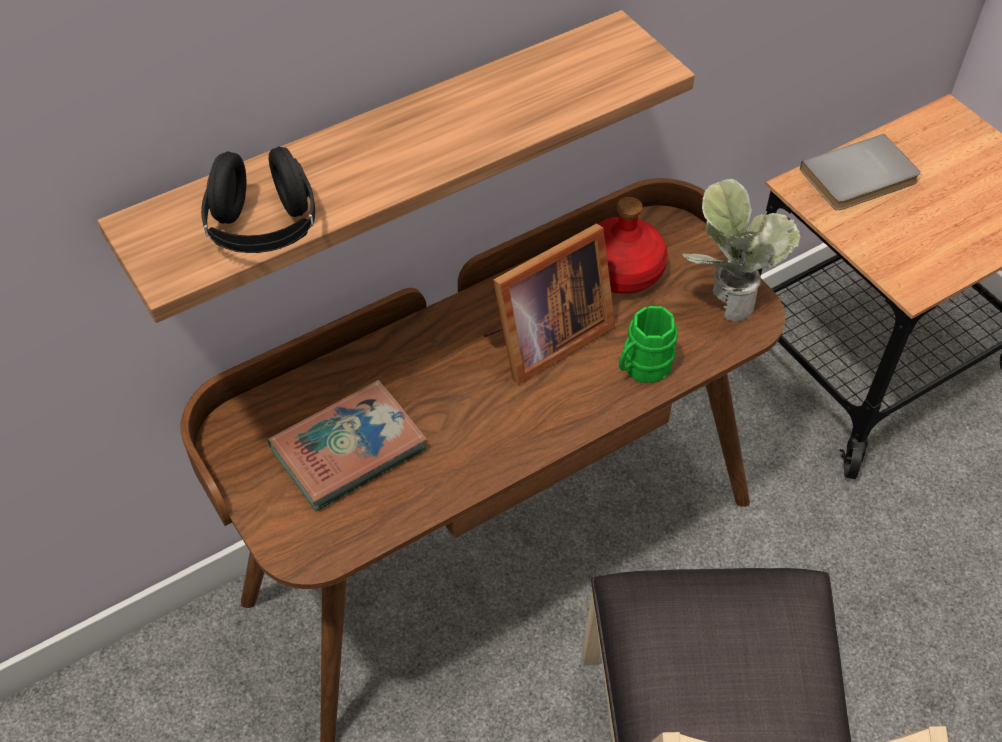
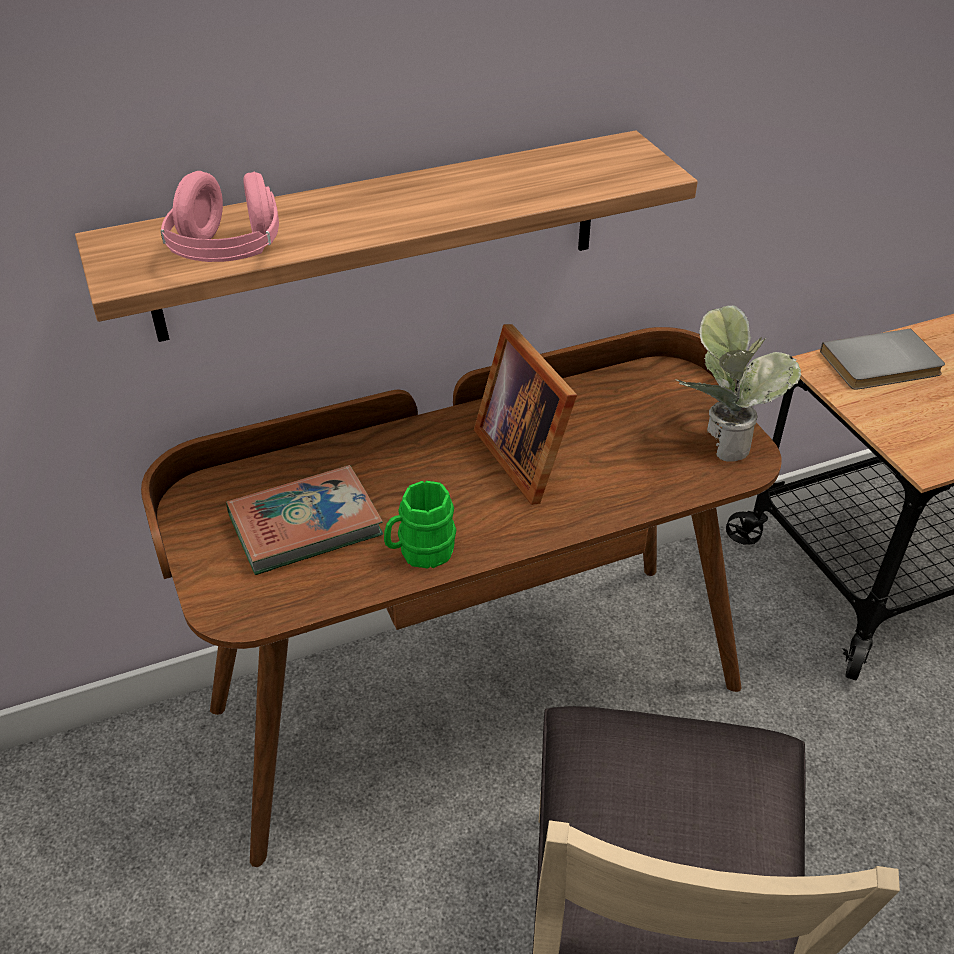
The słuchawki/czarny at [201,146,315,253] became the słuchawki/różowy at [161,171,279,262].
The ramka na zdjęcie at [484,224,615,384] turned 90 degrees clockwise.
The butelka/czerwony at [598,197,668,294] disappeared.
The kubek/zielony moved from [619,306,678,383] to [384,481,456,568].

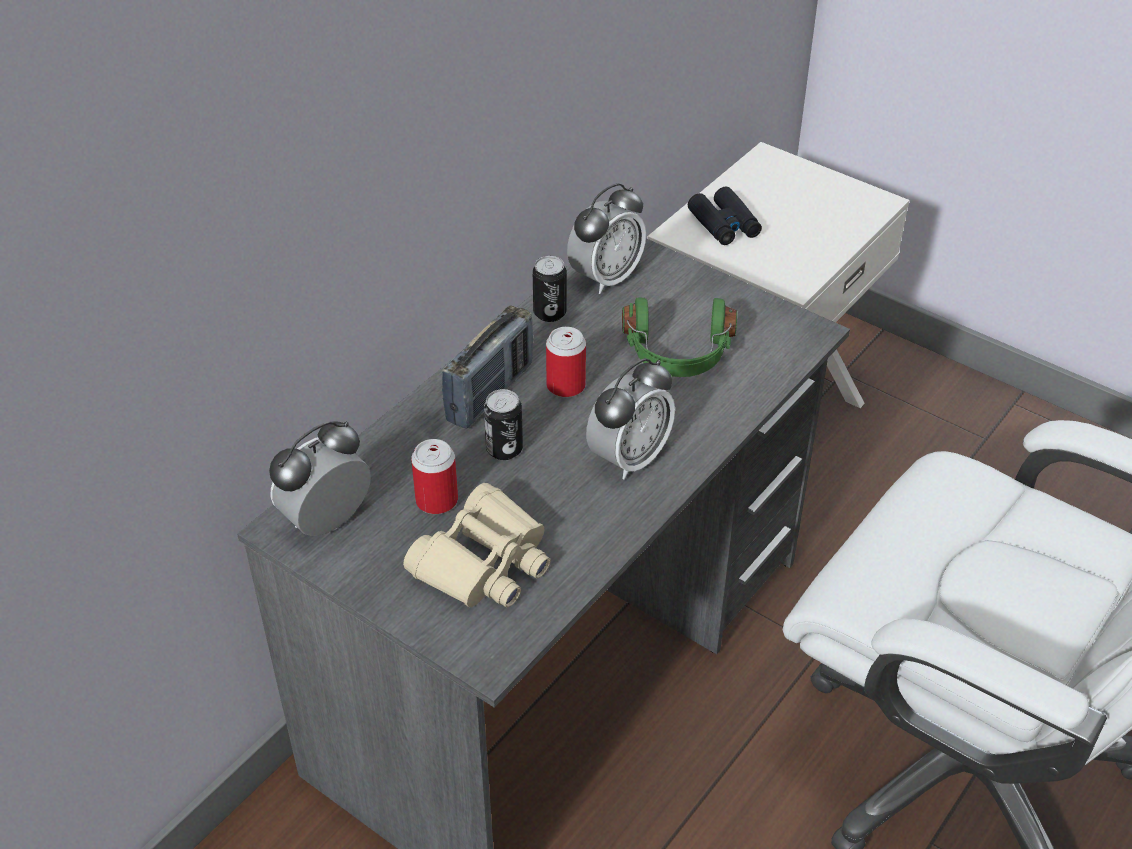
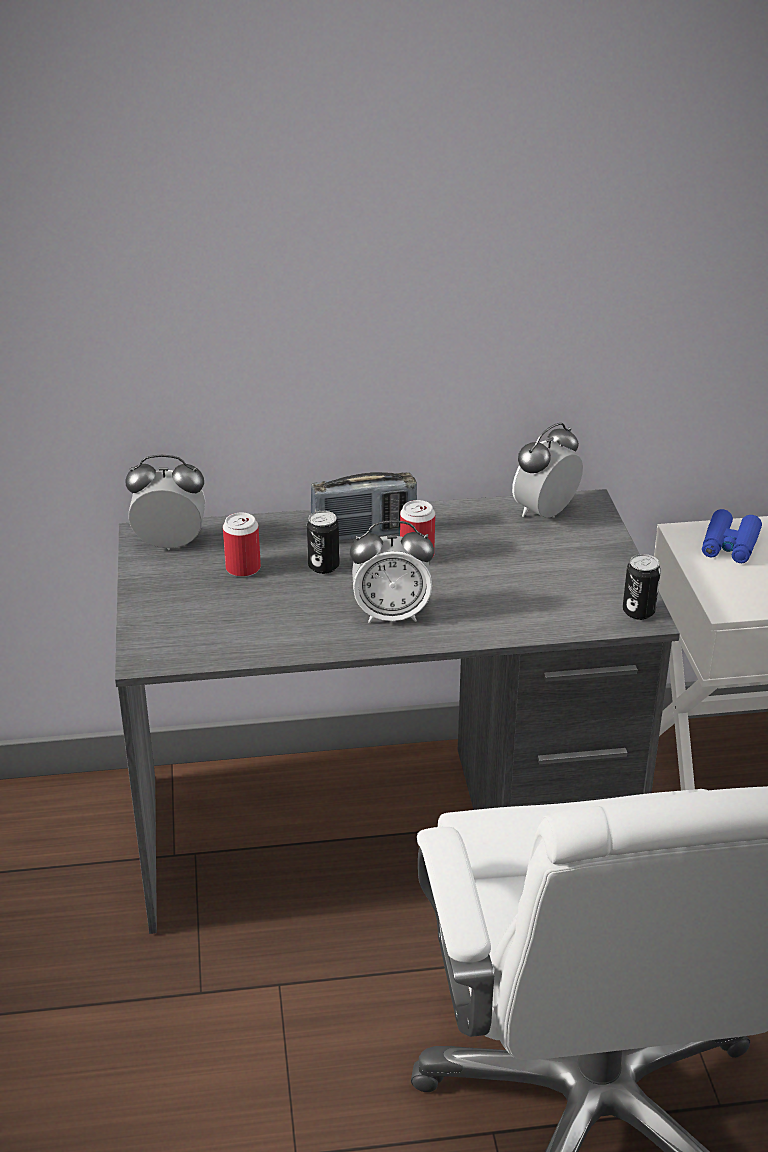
The lornetka/beżowy at [403,483,551,608] disappeared.
The puszka moved from [532,256,567,322] to [623,554,661,620].
The budzik at [567,183,646,294] turned 135 degrees clockwise.
The słuchawki/zielony at [622,297,737,377] disappeared.
The lornetka/czarny at [688,186,762,245] became the lornetka/niebieski at [702,509,762,563].

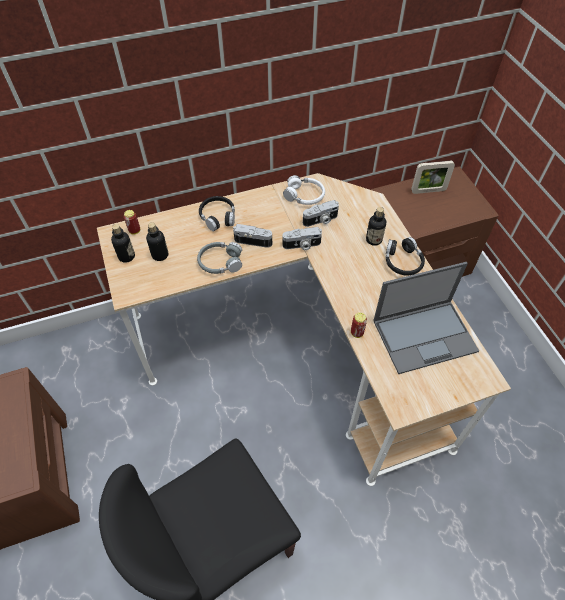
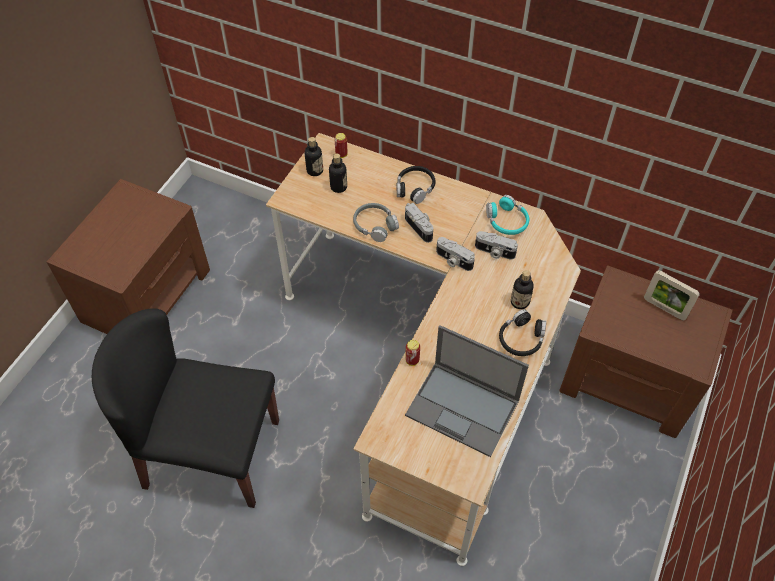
The słuchawki/biały at [283,175,325,205] became the słuchawki/turkusowy at [486,195,529,235].

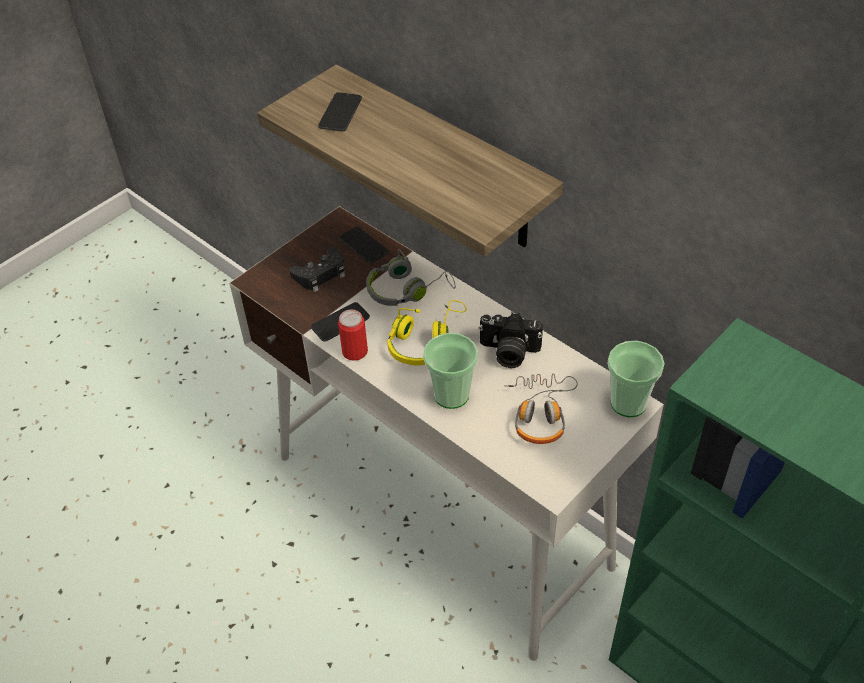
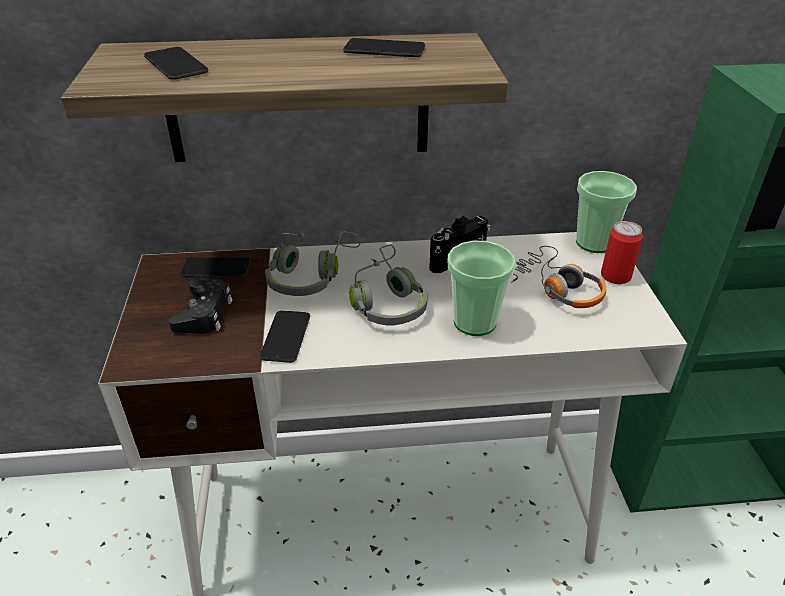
The puszka moved from [338,310,368,361] to [601,221,643,284].
The słuchawki/żółty at [387,300,467,365] became the słuchawki/szary at [349,244,428,326].
The telefon at [343,38,425,57] appeared.

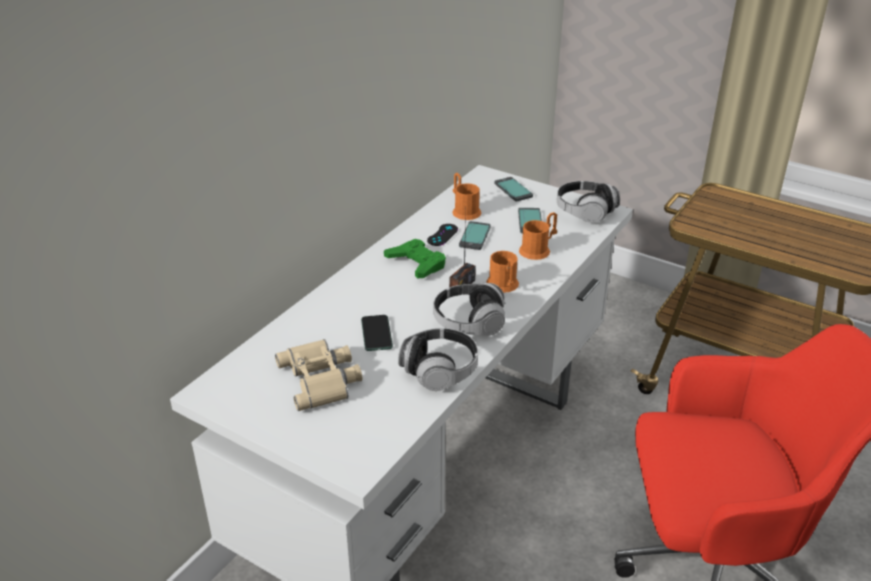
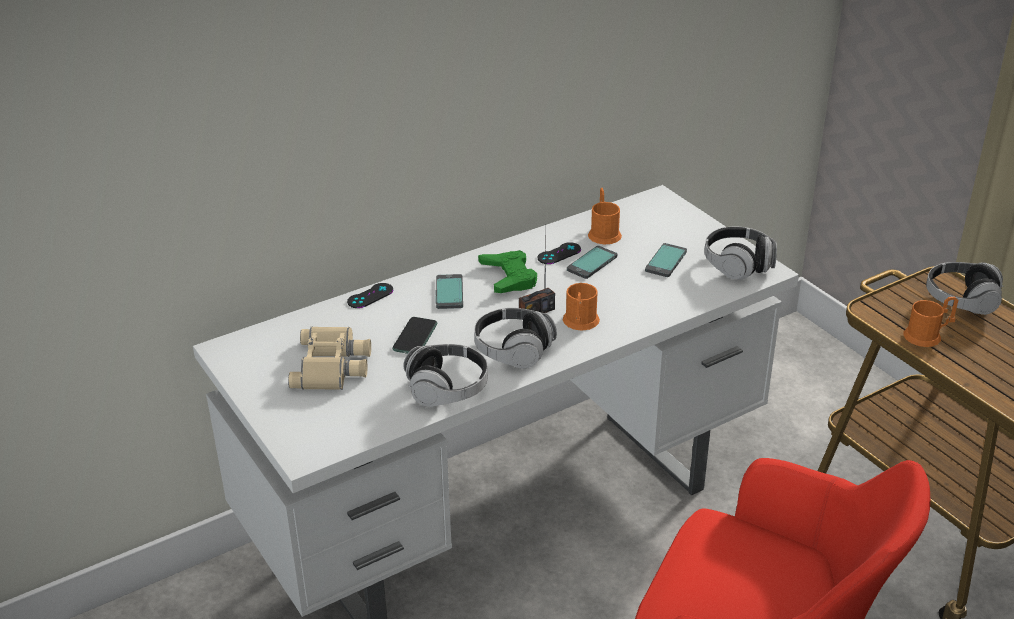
The telefon moved from [494,177,533,201] to [435,274,463,309].
The kubek/pomarańczowy moved from [519,212,557,260] to [903,297,958,347].
The pad do gier/czarny at [347,283,393,308] appeared.
The słuchawki at [926,262,1004,315] appeared.

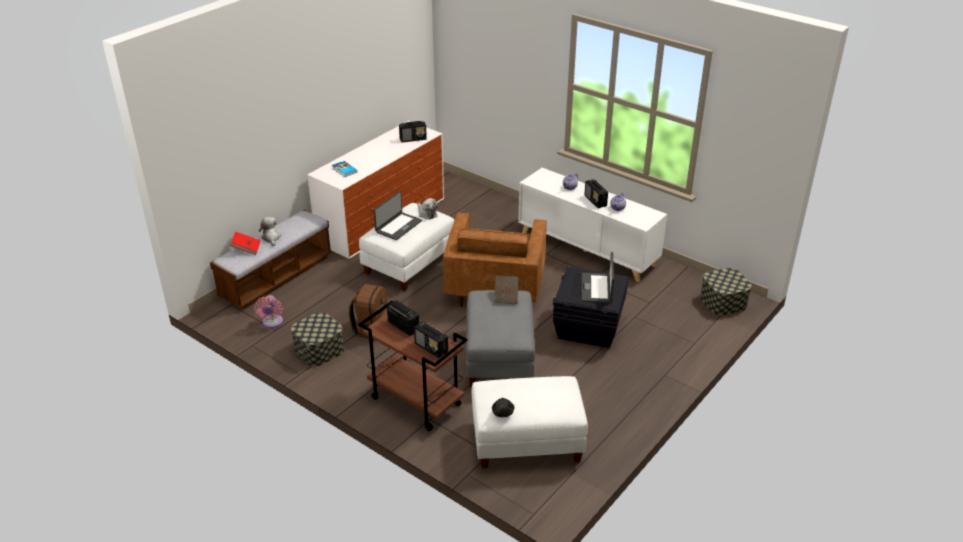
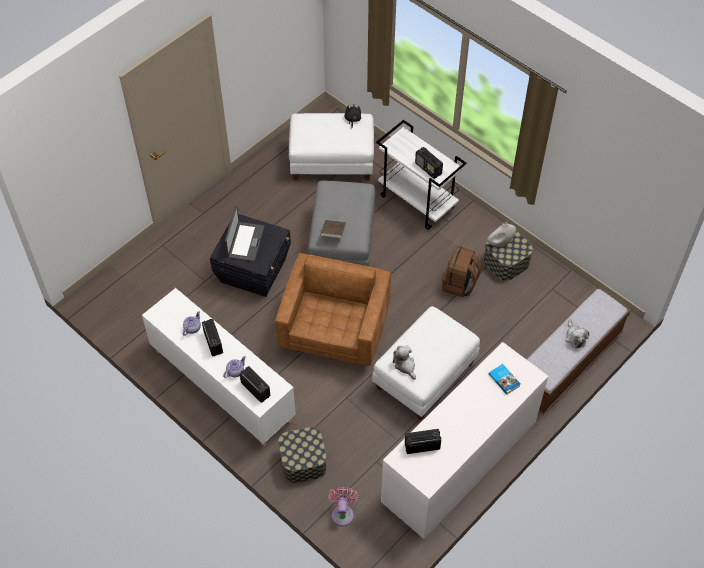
The książka/czerwony at [230,232,261,255] disappeared.
The wentylator/różowy moved from [254,295,283,328] to [328,487,358,526].
The wózek/brązowy at [358,301,468,431] became the wózek/biały at [376,120,467,230].
The laptop at [374,191,422,240] disappeared.
The radio moved from [414,322,448,358] to [240,366,271,403].
The pojemnik do przechowywania moved from [700,268,752,316] to [278,427,326,483].
The wazon/biały at [487,222,516,247] appeared.

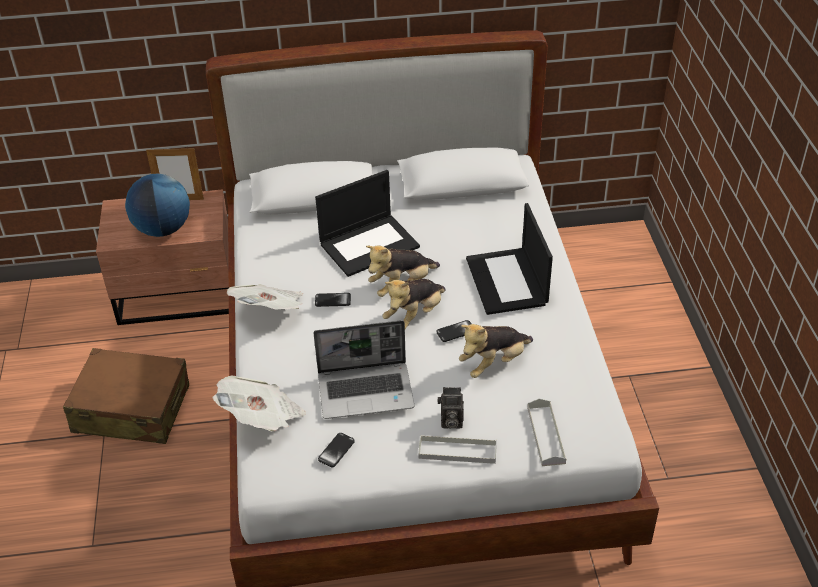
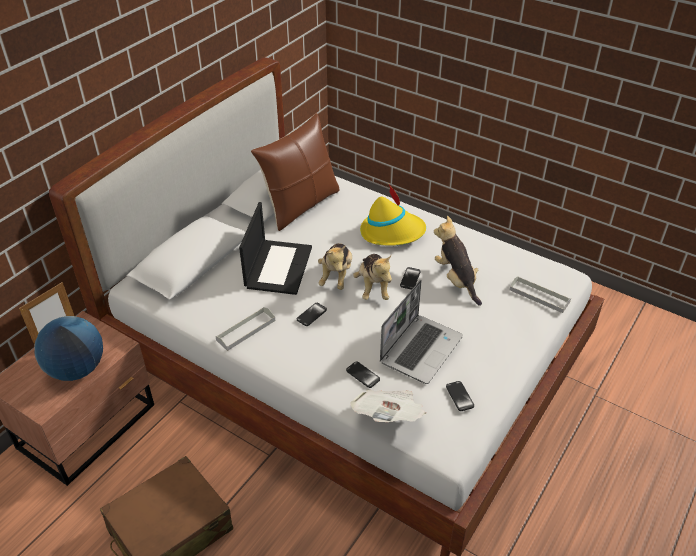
The gazeta at [227,284,303,310] disappeared.
The taca/szary moved from [418,436,497,464] to [215,307,275,351].
The aparat fotograficzny at [437,387,464,428] disappeared.
The pluszak at [459,324,533,378] turned 150 degrees clockwise.
The laptop at [466,203,553,315] was replaced by the kapelusz/żółty at [360,184,426,246].
The poduszka/brązowy at [251,113,340,231] appeared.
The telefon at [346,361,380,388] appeared.

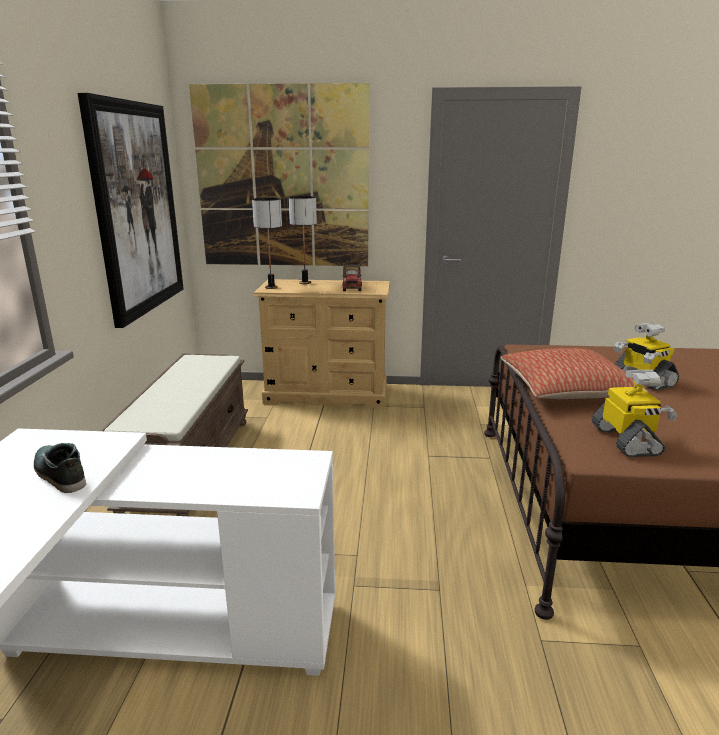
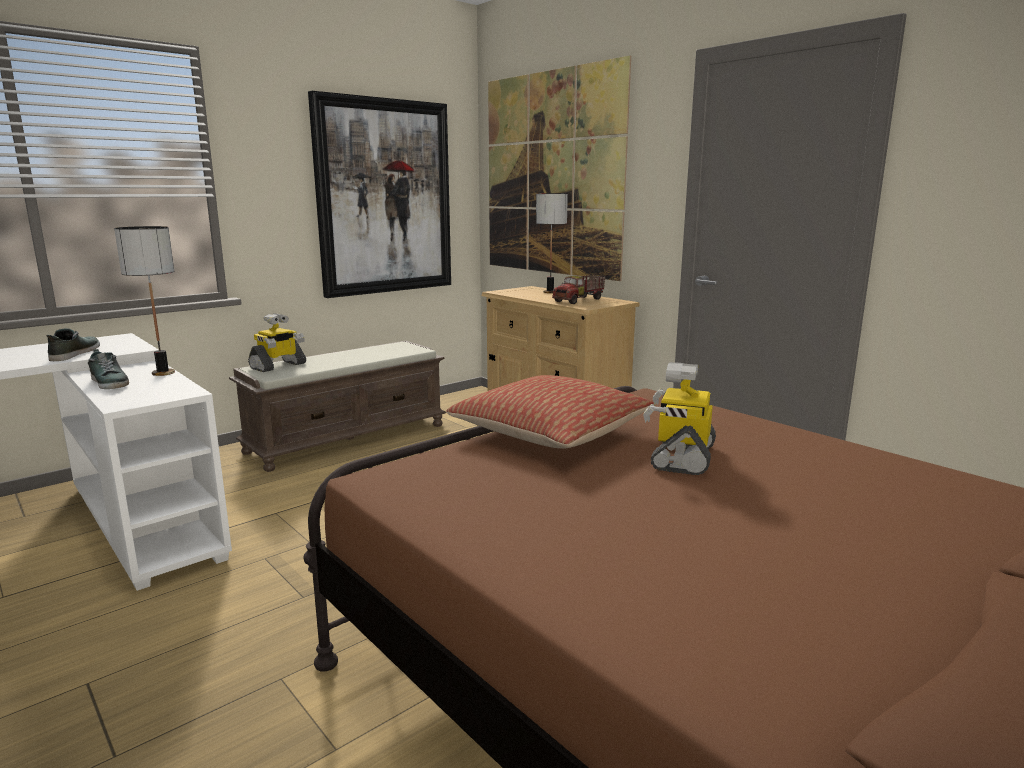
The lampa stołowa moved from [252,198,282,289] to [114,226,175,376].
The robot zabawkowy moved from [592,370,678,457] to [248,313,306,372].
The but at [88,349,129,389] appeared.

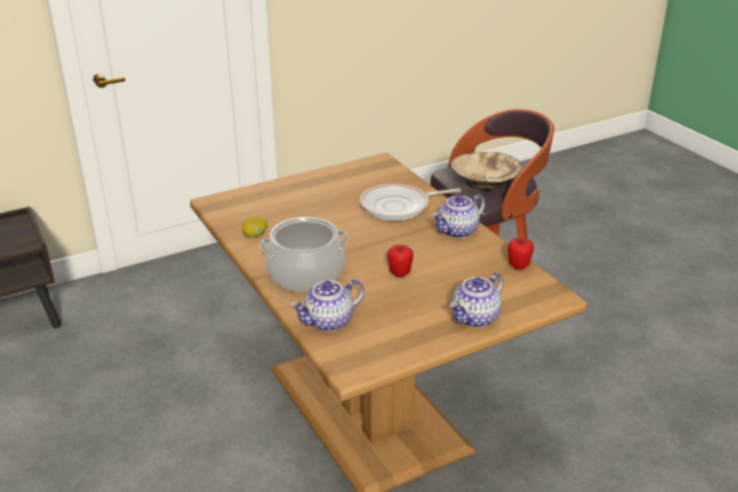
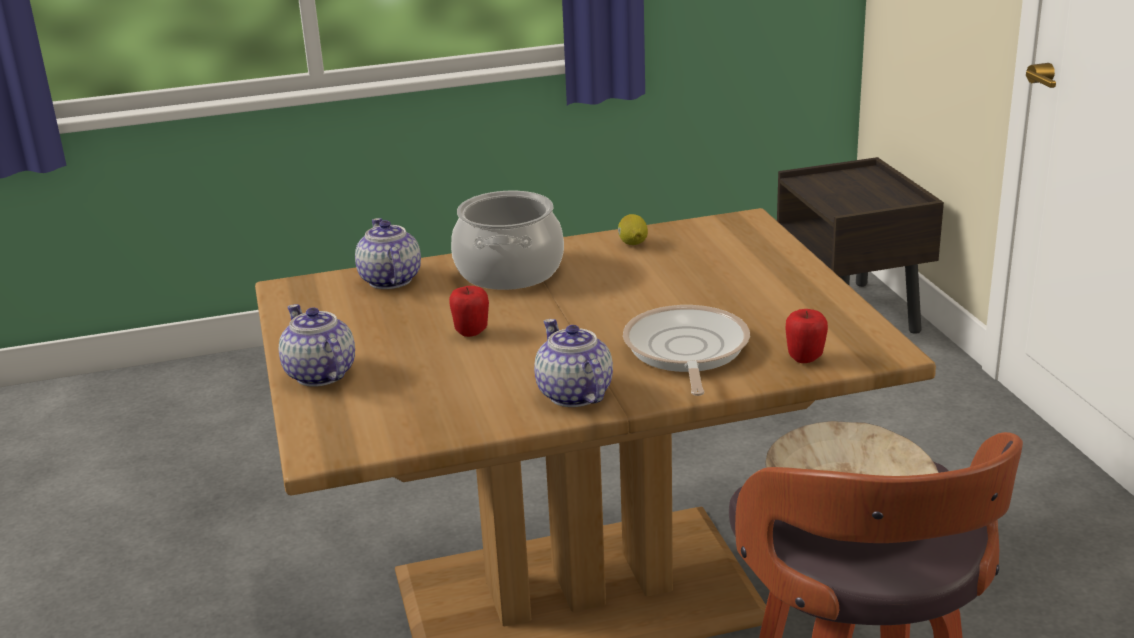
The jabłko moved from [508,238,534,270] to [785,309,828,363].

